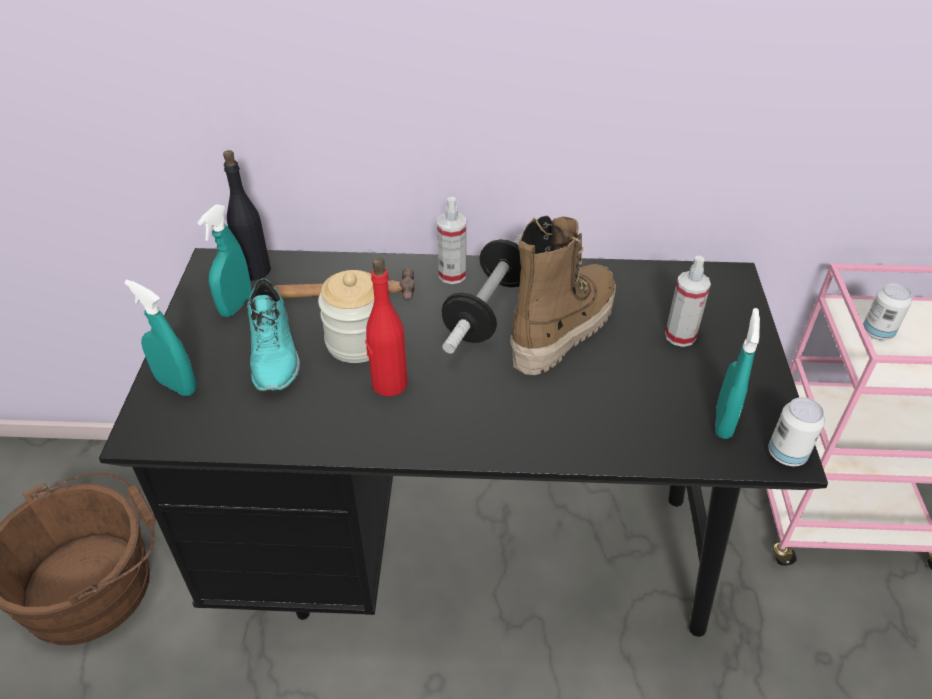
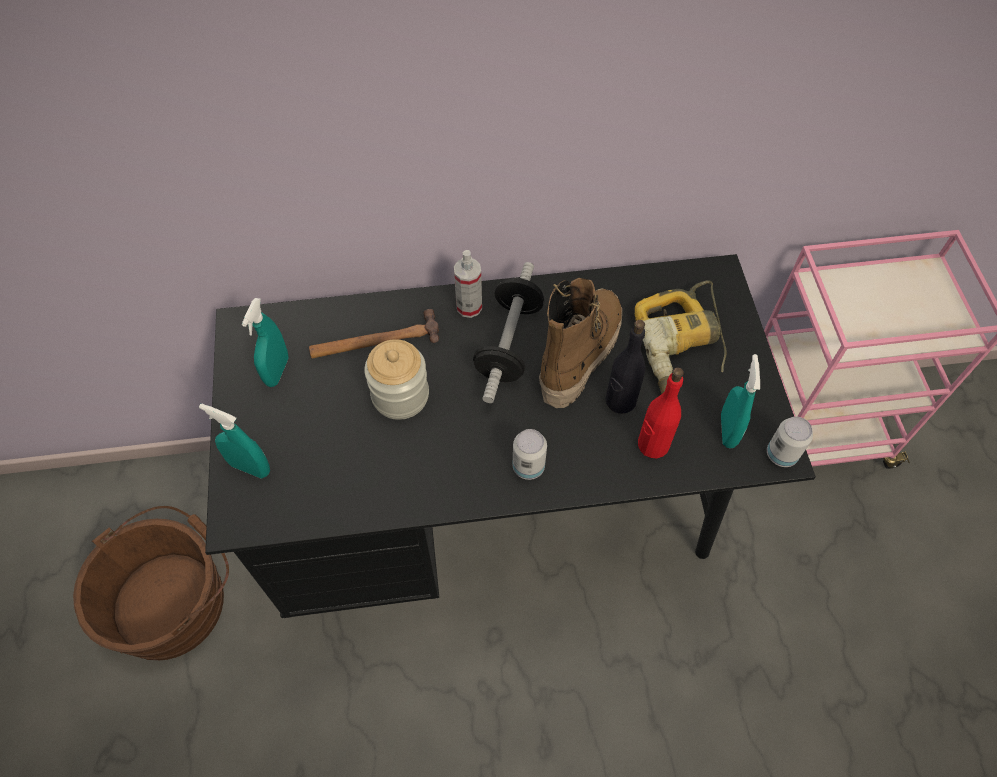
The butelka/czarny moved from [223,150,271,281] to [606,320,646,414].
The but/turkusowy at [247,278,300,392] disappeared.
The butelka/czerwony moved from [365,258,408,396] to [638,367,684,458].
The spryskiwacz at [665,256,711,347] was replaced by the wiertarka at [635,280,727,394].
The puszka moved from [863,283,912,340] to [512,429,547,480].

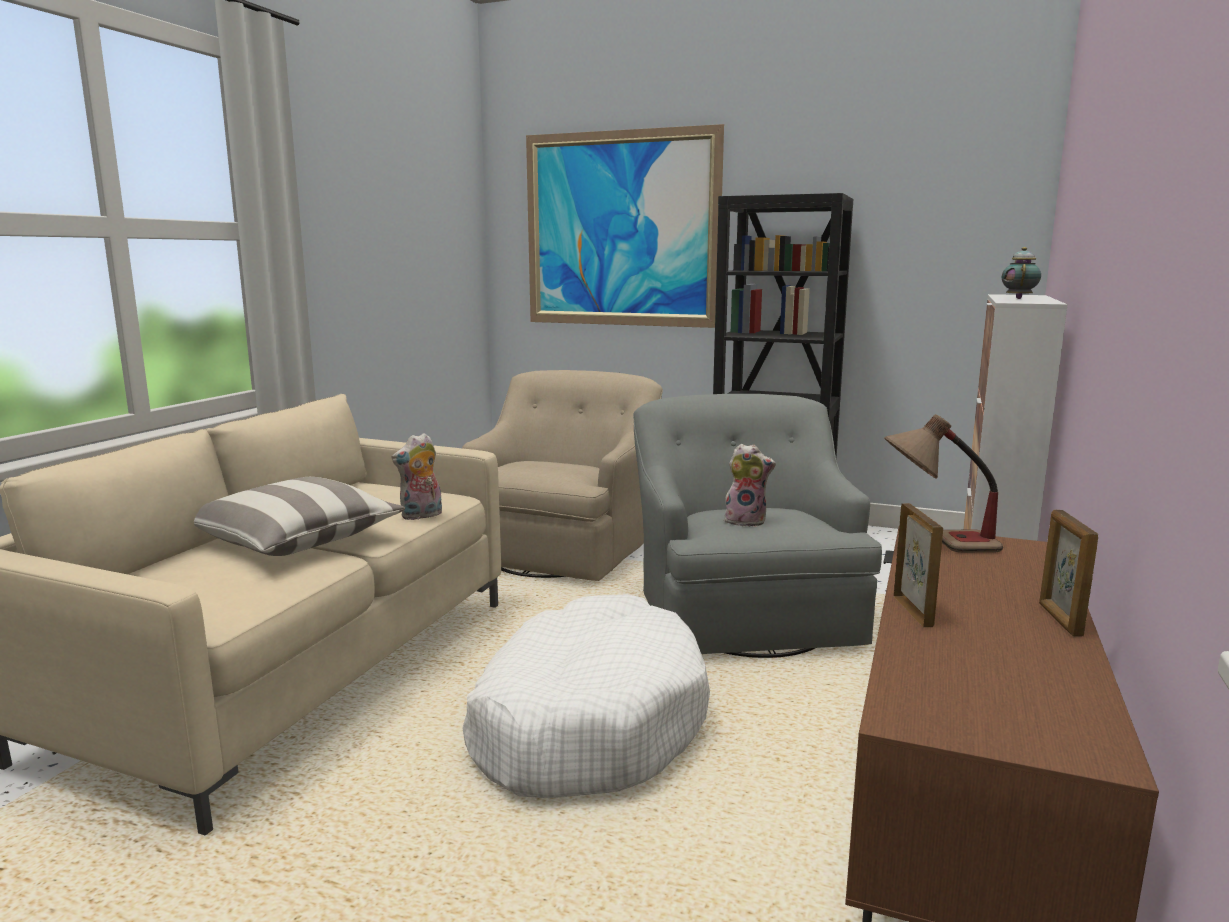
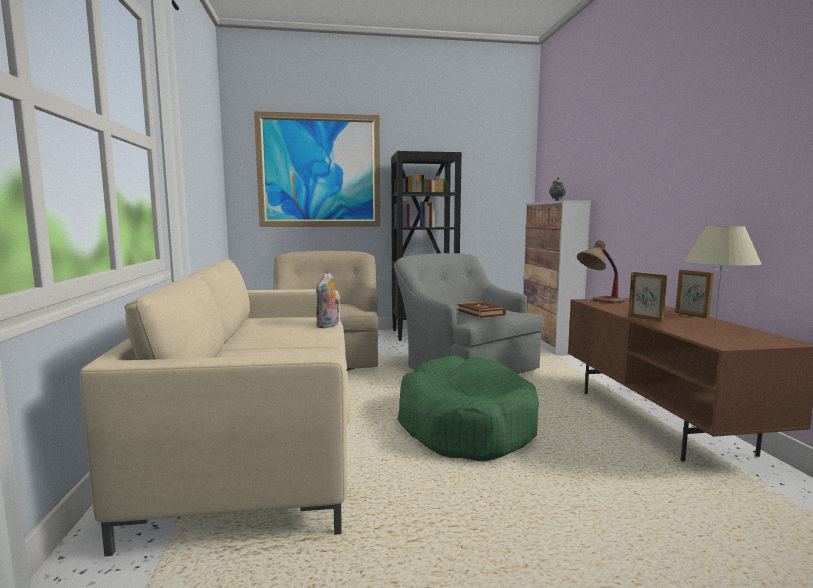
The poduszka at [194,477,405,556] disappeared.
The legowisko/biały at [462,594,710,798] became the legowisko/zielony at [397,355,539,462].
The pluszak at [724,444,776,527] was replaced by the książka at [457,301,506,318].
The lampa stołowa/beżowy at [685,226,762,328] appeared.

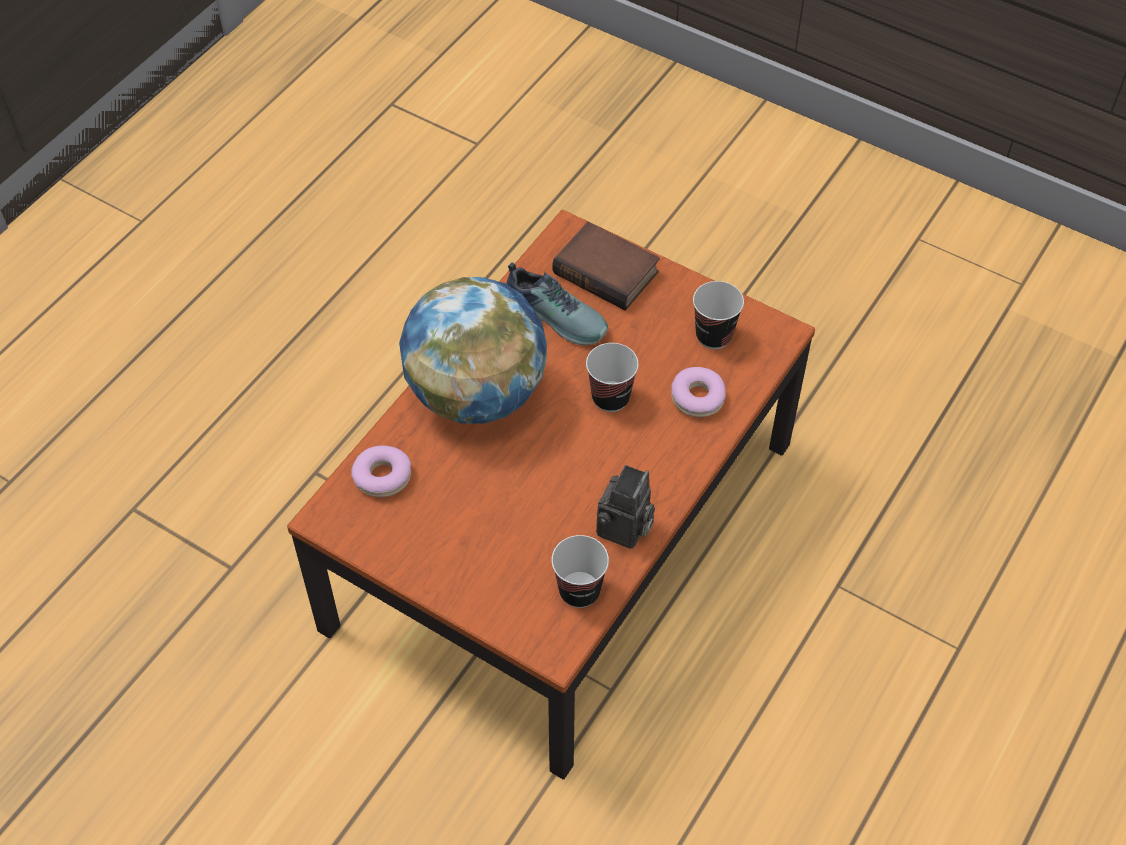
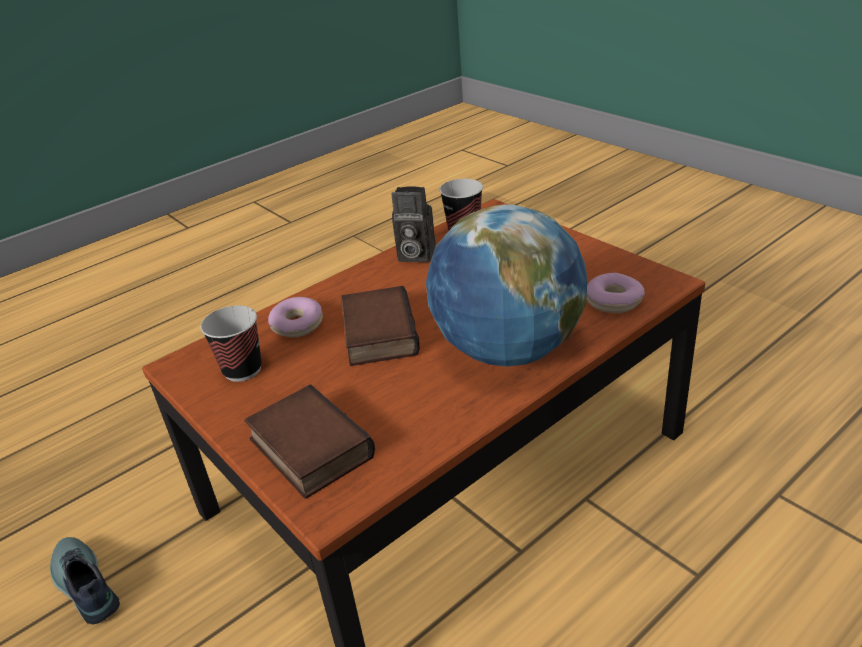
The but moved from [507,262,608,345] to [50,537,120,624].
The filiżanka at [586,343,639,412] was replaced by the książka at [341,286,420,366].
The aparat fotograficzny at [596,465,655,549] turned 120 degrees counterclockwise.

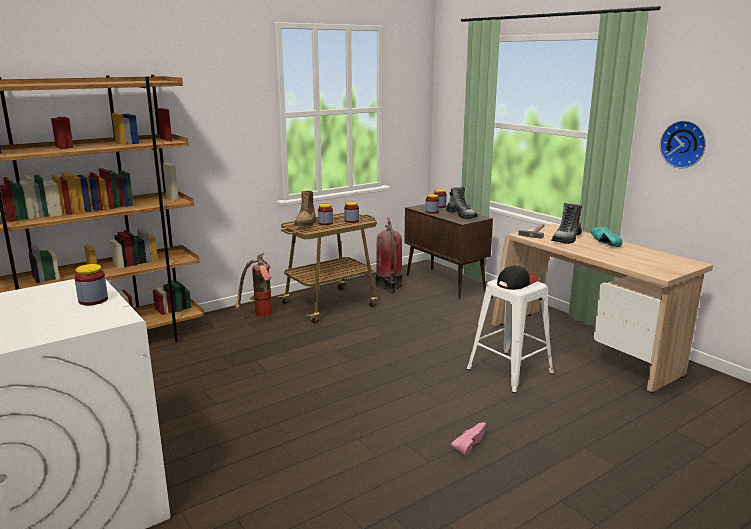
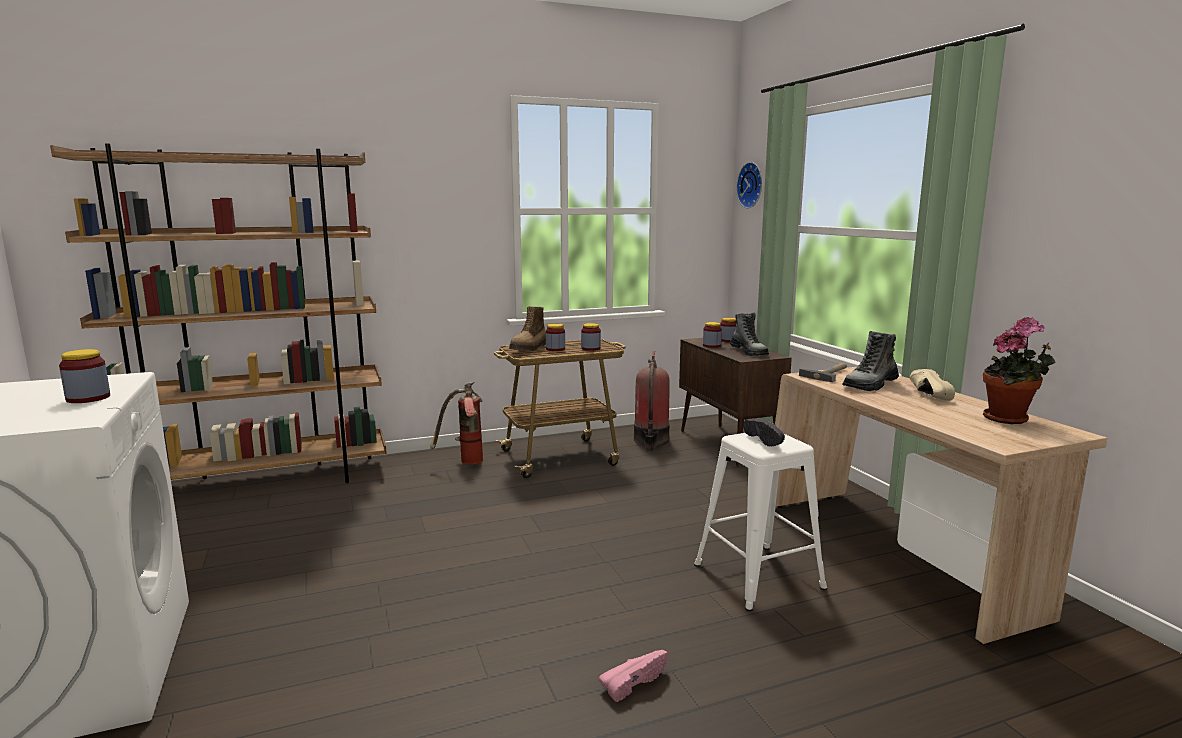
The czapka z daszkiem at [497,266,539,290] was replaced by the but/czarny at [743,418,785,447].
The but/turkusowy at [591,227,623,247] became the but/beżowy at [910,369,955,401].
The zegar ścienny moved from [660,120,706,168] to [736,162,762,208].
The roślina doniczkowa at [983,317,1056,424] appeared.

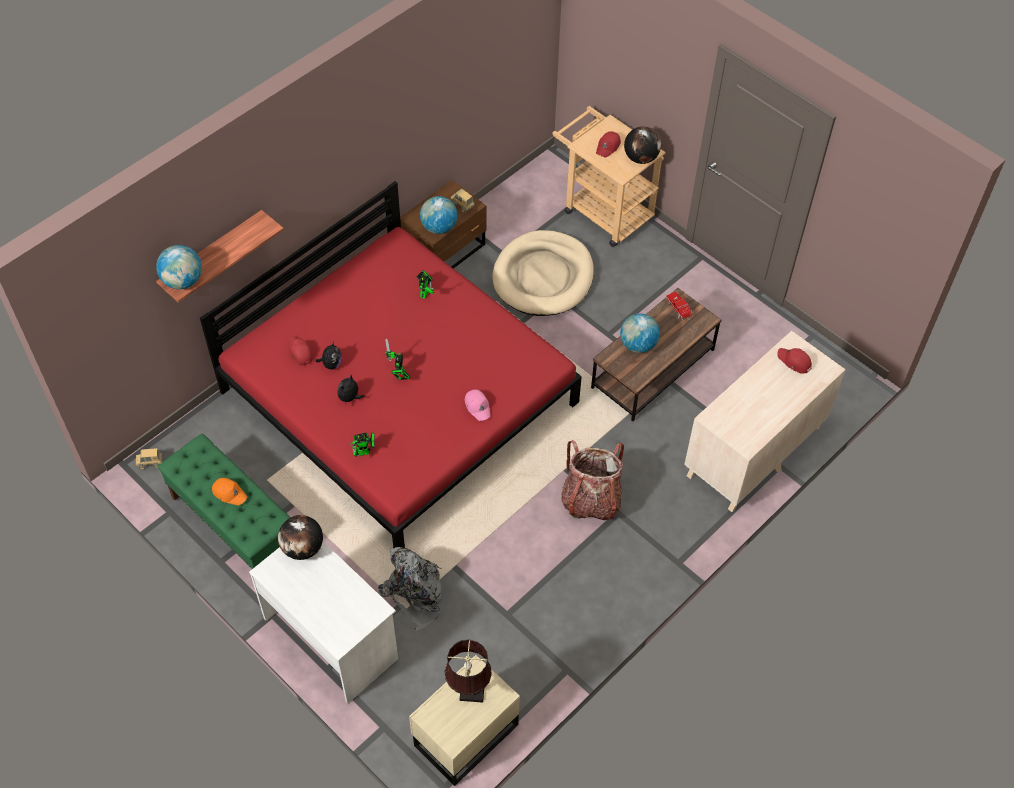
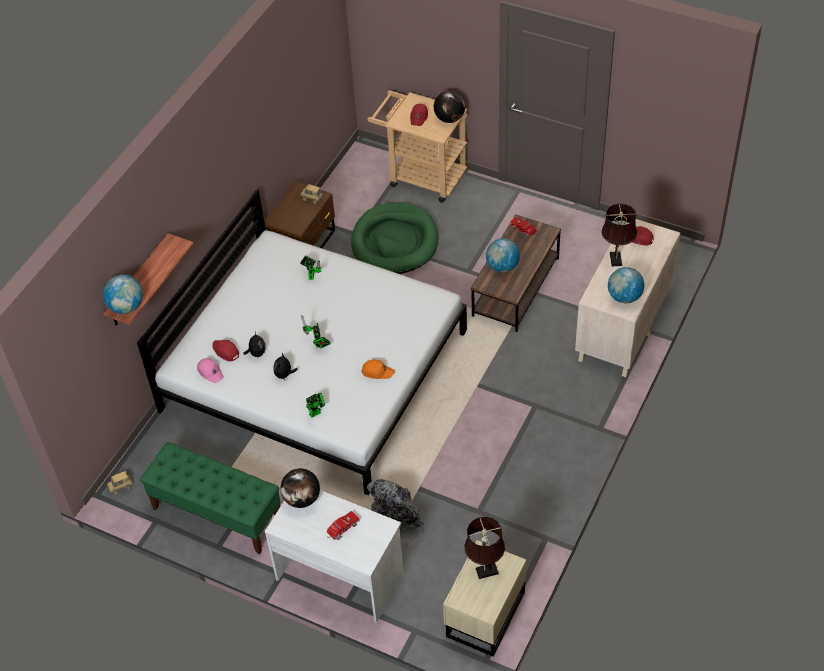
The łóżko/czerwony at [200,181,582,548] became the łóżko/biały at [137,189,467,495].
The czapka z daszkiem/pomarańczowy moved from [212,478,247,505] to [361,360,394,379].
The globus moved from [420,196,457,234] to [608,267,644,303].
The czapka z daszkiem/różowy moved from [465,389,491,421] to [197,358,224,383].
The legowisko/beżowy at [492,230,594,316] became the legowisko/zielony at [351,203,438,274].
The plecak at [561,440,624,520] disappeared.
The ciężarówka zabawkowa at [326,511,360,540] appeared.
The lampa stołowa/brązowy at [602,204,637,266] appeared.

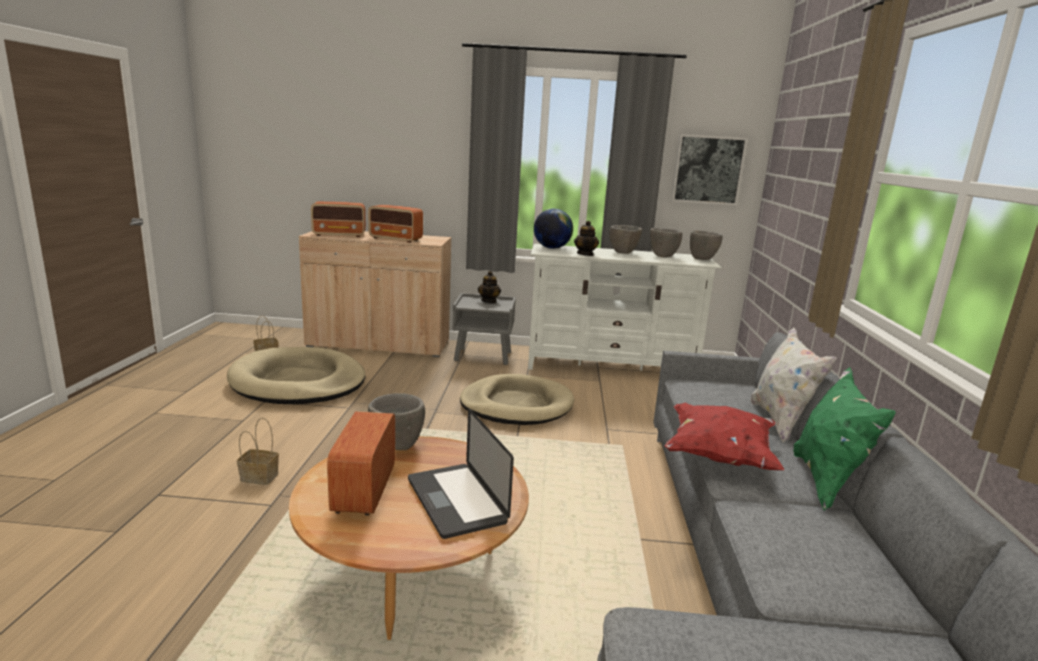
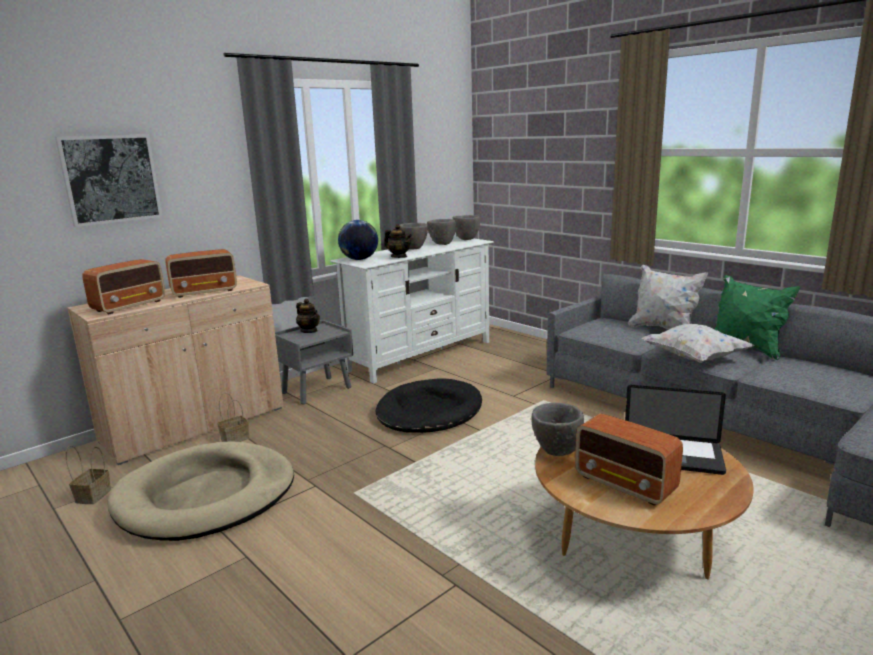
The koszyk moved from [237,418,279,485] to [217,392,249,442].
The legowisko/beżowy at [460,374,574,425] became the legowisko/czarny at [376,378,482,433].
The poduszka/czerwony at [664,403,784,470] became the poduszka/biały at [641,324,754,363].
The obraz moved from [671,134,748,206] to [55,134,163,227].

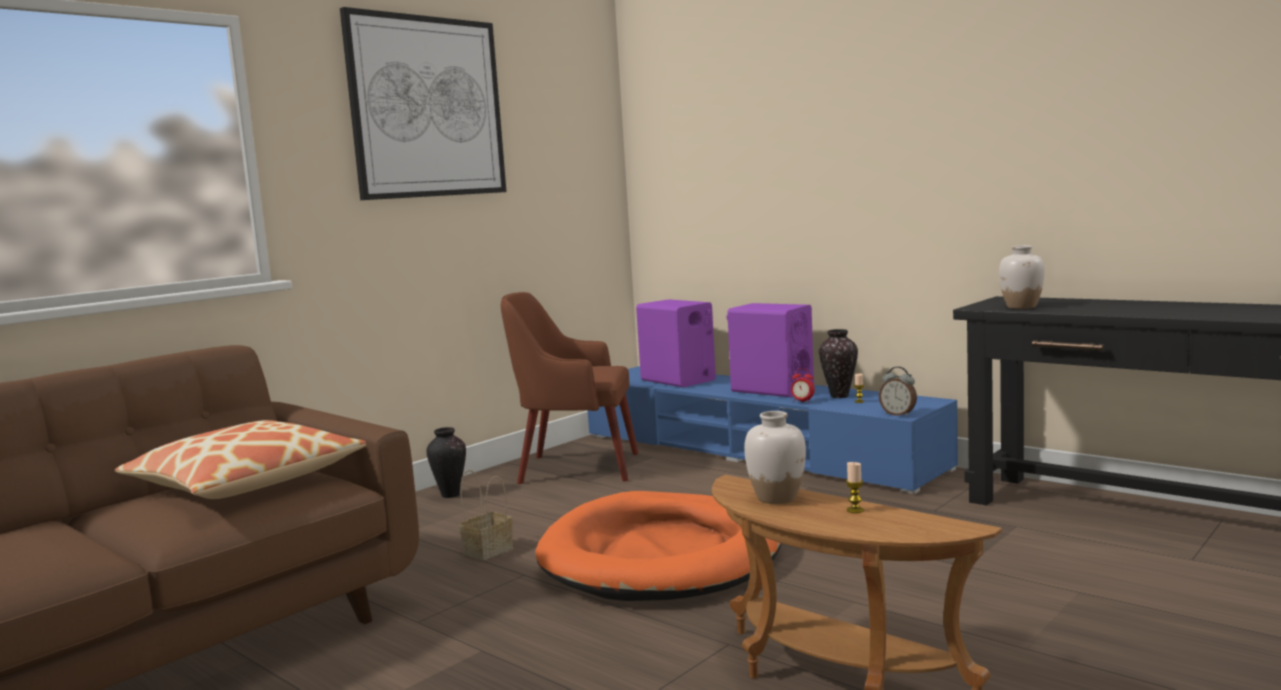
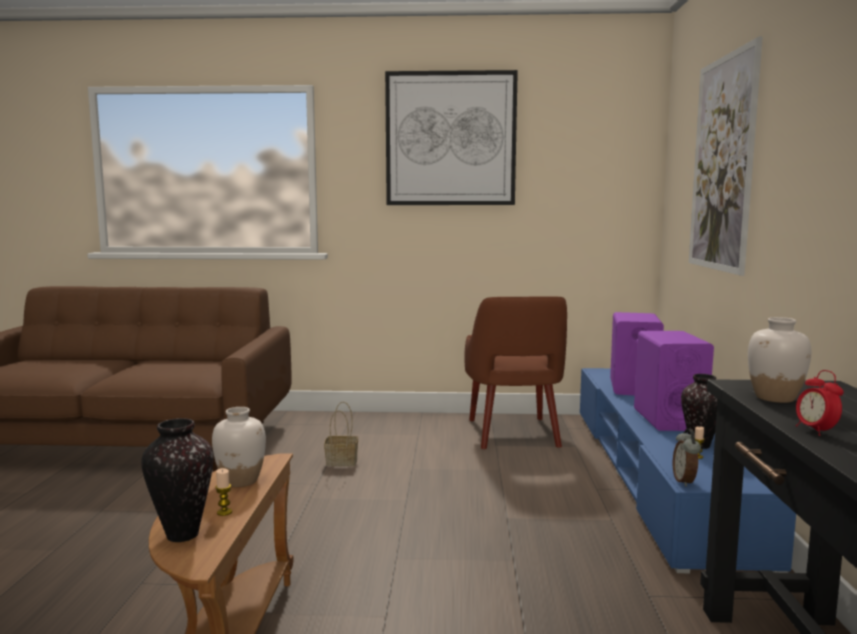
The poduszka at [115,420,366,499] disappeared.
The wazon moved from [426,427,466,498] to [141,418,213,542].
The fotel/brązowy at [501,292,639,484] turned 150 degrees counterclockwise.
The legowisko/pomarańczowy at [535,491,782,601] disappeared.
The budzik moved from [791,368,815,403] to [796,370,844,436].
The obraz at [689,36,763,276] appeared.

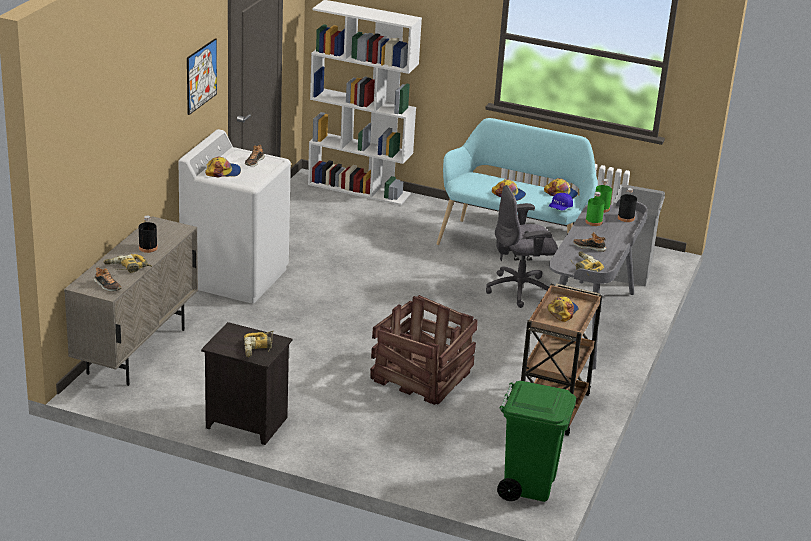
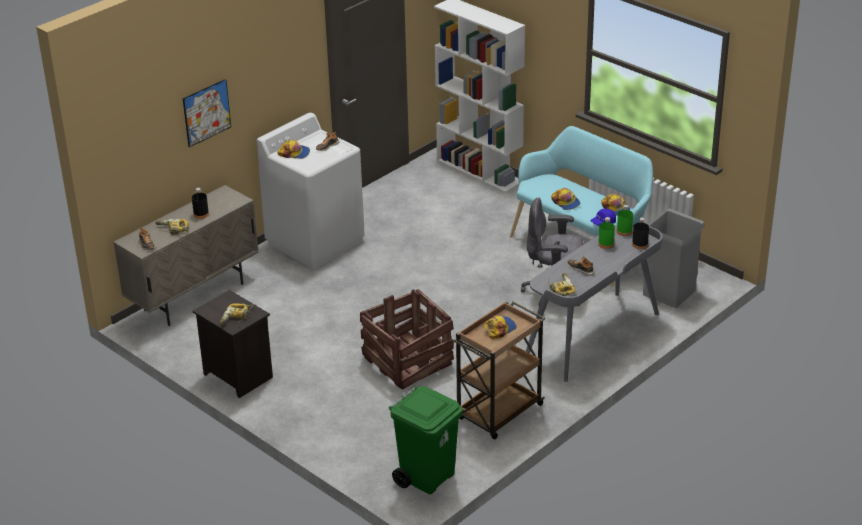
The obraz moved from [187,38,217,115] to [183,79,231,147].

